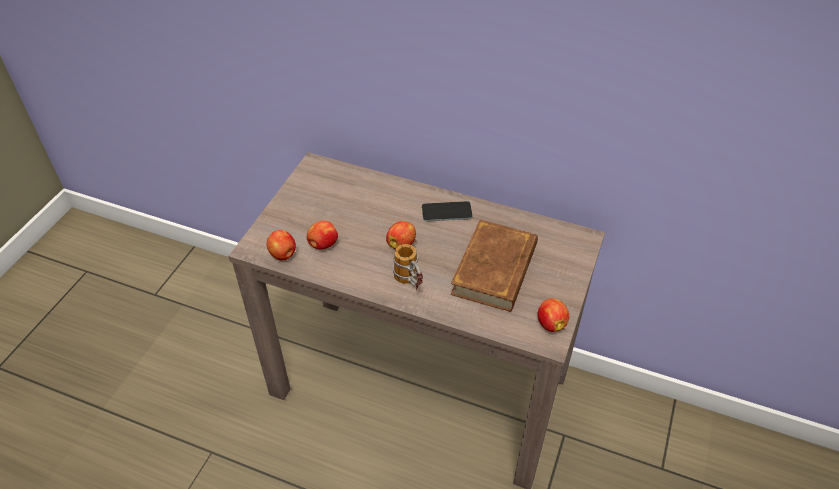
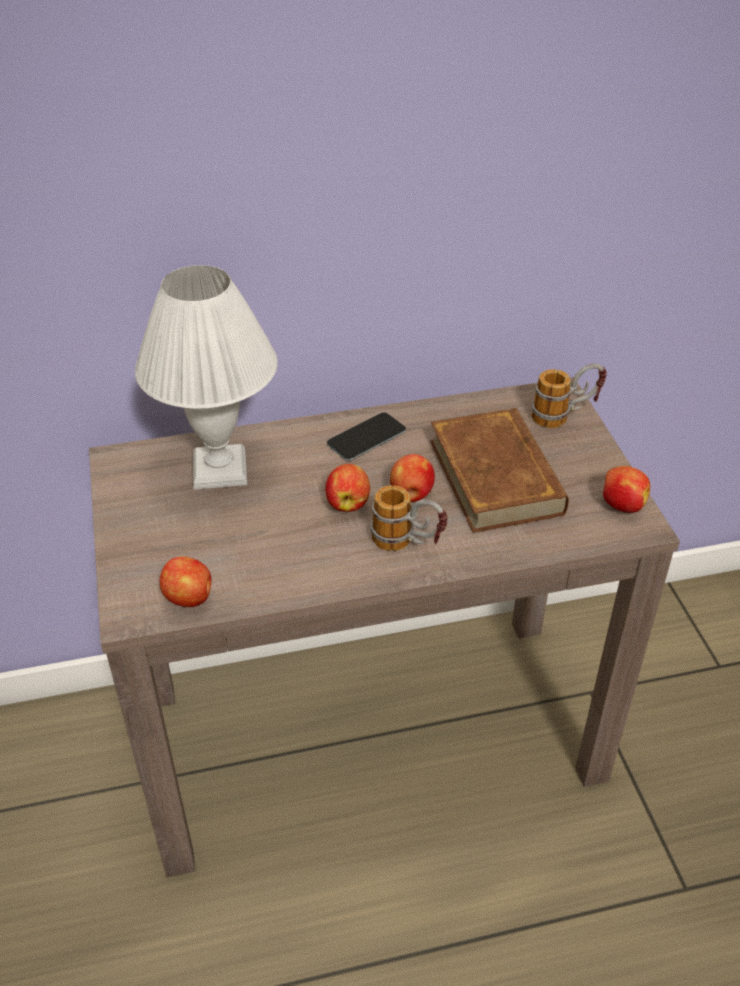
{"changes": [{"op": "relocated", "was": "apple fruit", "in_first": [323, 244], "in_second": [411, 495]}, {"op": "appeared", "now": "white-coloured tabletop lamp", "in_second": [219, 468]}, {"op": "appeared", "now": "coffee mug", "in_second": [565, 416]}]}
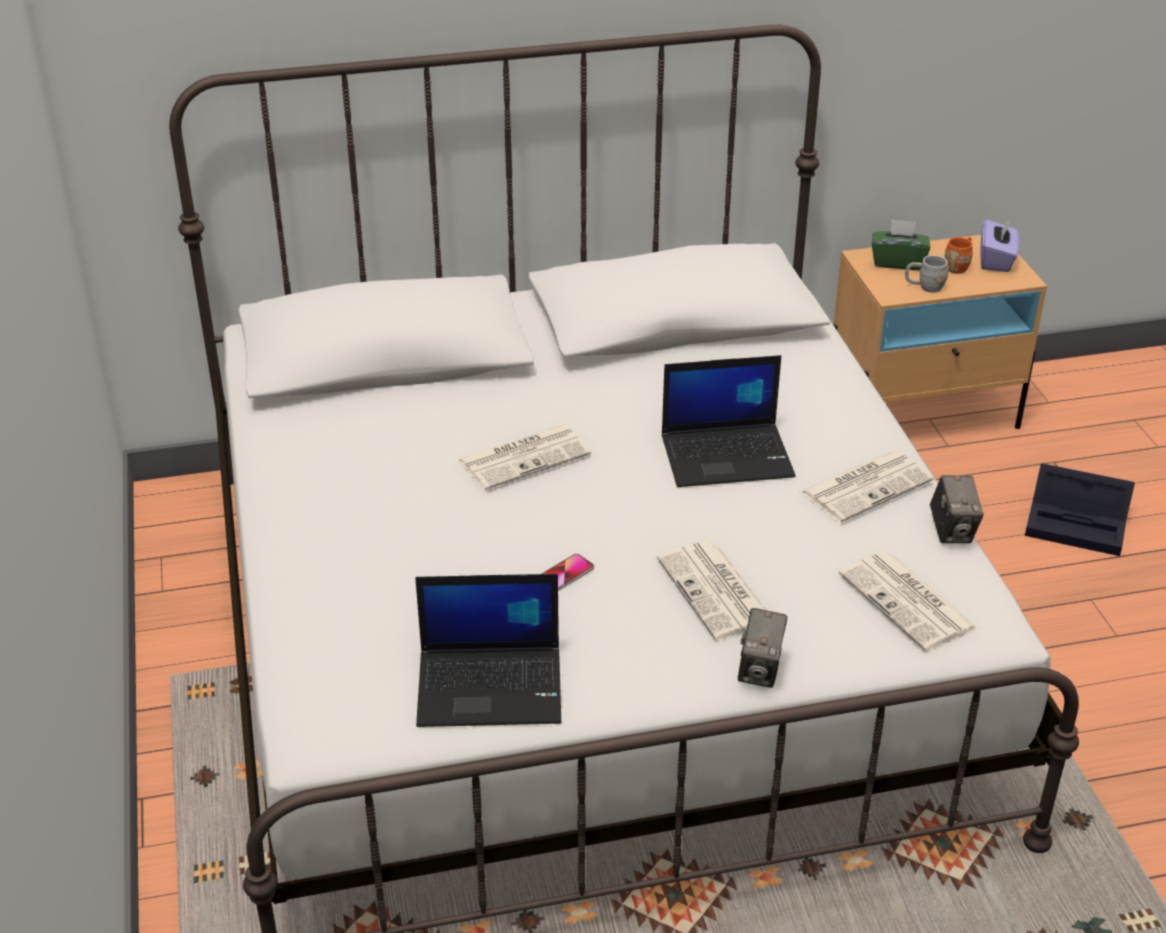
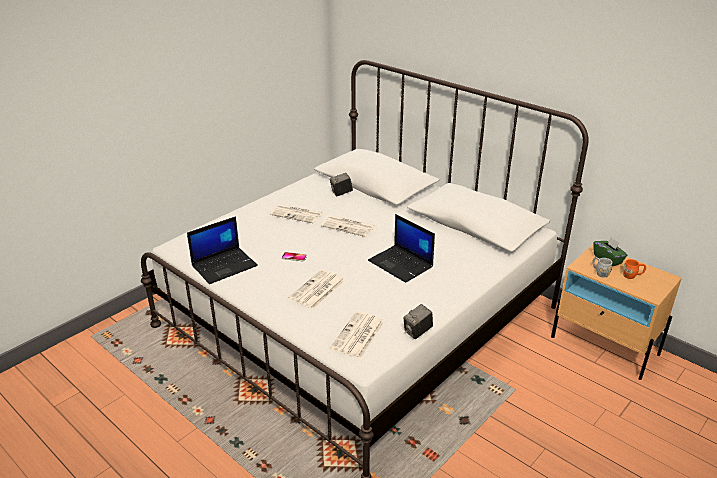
{"changes": [{"op": "missing", "was": "purple box of tissues", "in_first": [996, 260]}, {"op": "relocated", "was": "daily paper", "in_first": [866, 486], "in_second": [297, 214]}, {"op": "missing", "was": "blackish storage bin", "in_first": [1079, 524]}, {"op": "spun", "was": "portable computer", "in_first": [492, 686], "in_second": [225, 265], "clockwise": -90}, {"op": "relocated", "was": "photo camera", "in_first": [760, 670], "in_second": [341, 193]}]}
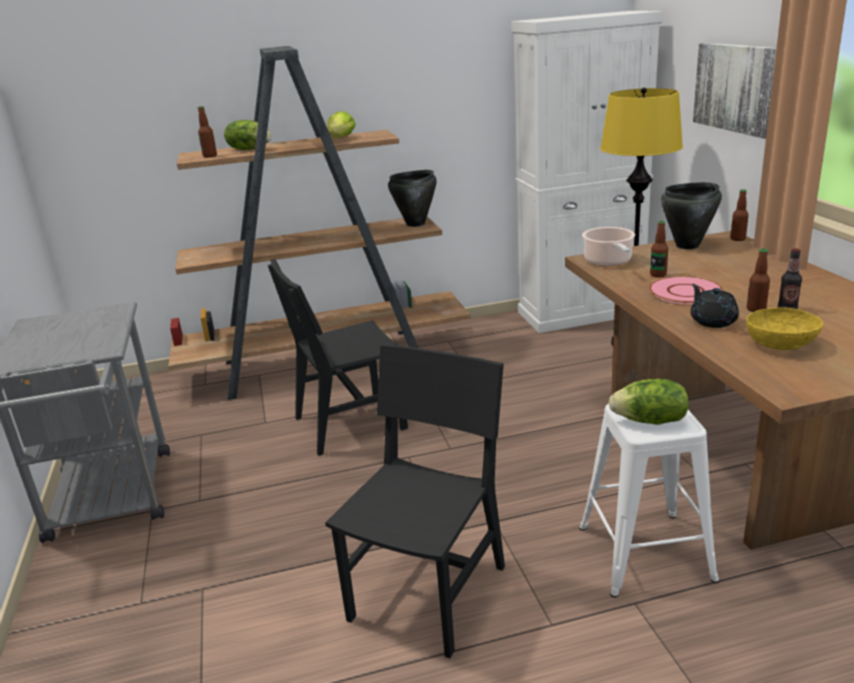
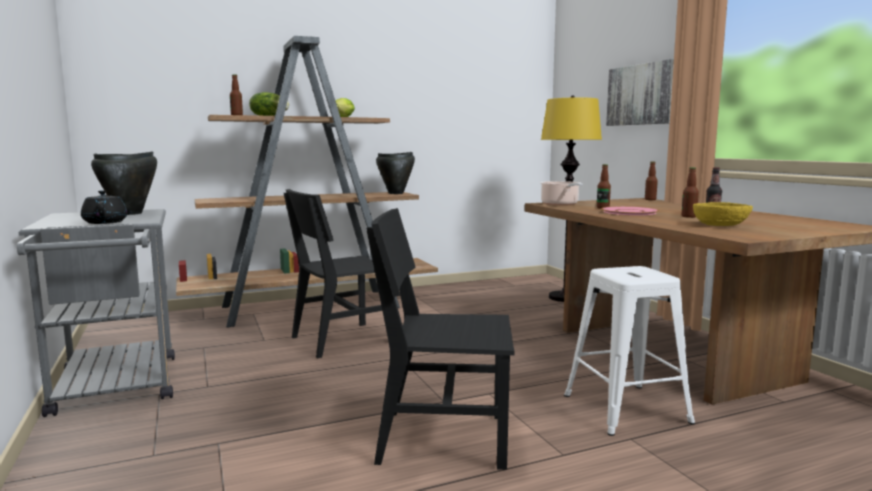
{"changes": [{"op": "missing", "was": "white-coloured cabinet", "in_first": [581, 313]}, {"op": "relocated", "was": "blackish stockpot", "in_first": [688, 246], "in_second": [130, 213]}, {"op": "relocated", "was": "blackish tea pot", "in_first": [712, 321], "in_second": [105, 222]}, {"op": "spun", "was": "blackish chair", "in_first": [428, 592], "in_second": [443, 438], "clockwise": -105}, {"op": "missing", "was": "lettuce head", "in_first": [650, 421]}]}
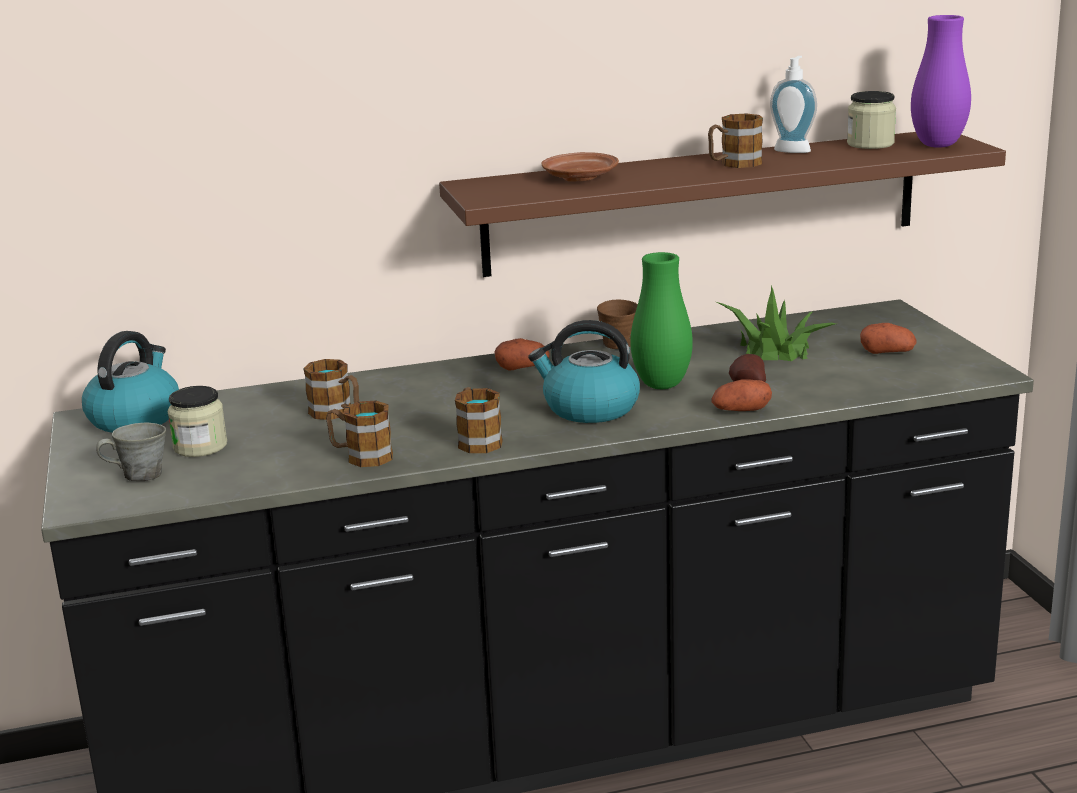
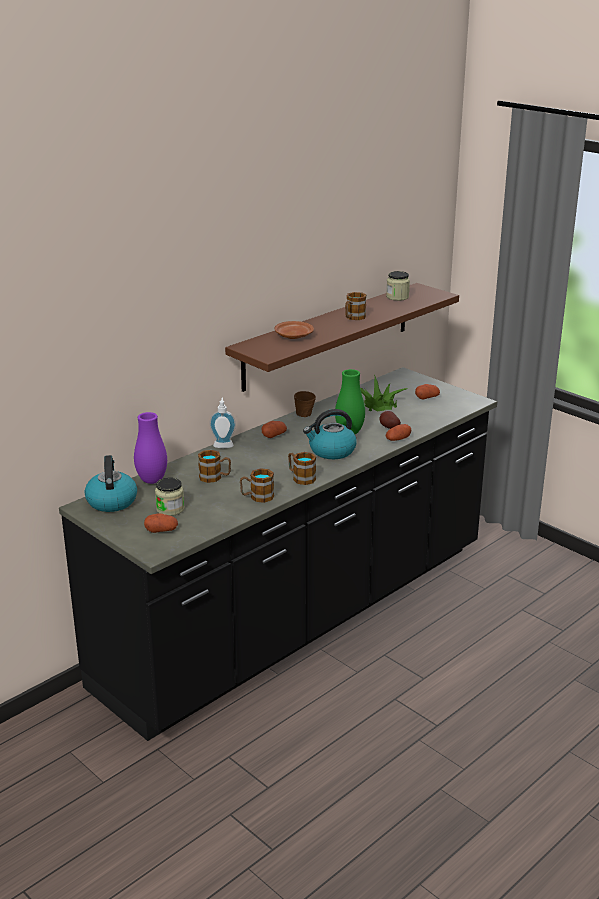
{"changes": [{"op": "relocated", "was": "purple flower vase", "in_first": [938, 145], "in_second": [152, 480]}, {"op": "relocated", "was": "soap dispenser", "in_first": [793, 150], "in_second": [223, 445]}, {"op": "exchanged", "was": "greyish coffee mug", "now": "potato", "in_first": [140, 475], "in_second": [161, 530]}]}
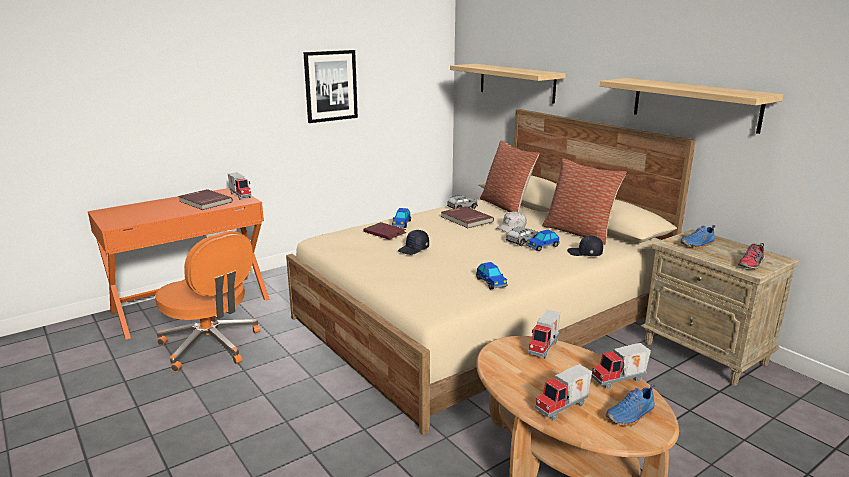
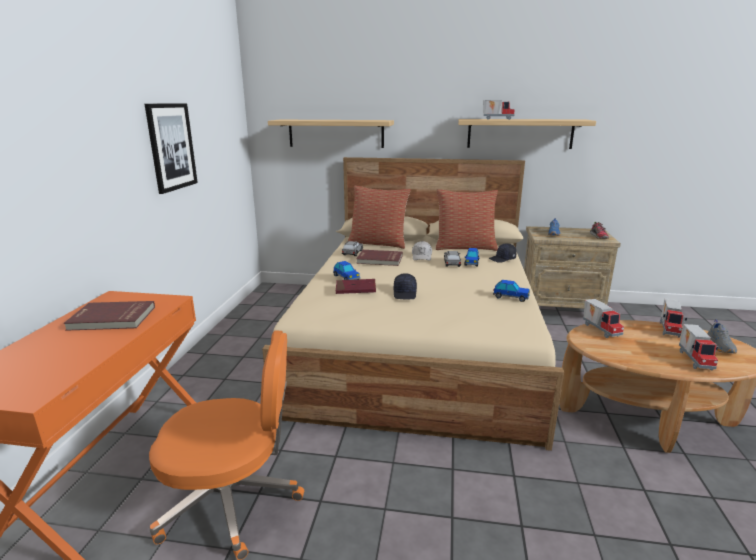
{"changes": [{"op": "relocated", "was": "toy truck", "in_first": [241, 195], "in_second": [497, 119]}, {"op": "colour", "was": "blue-coloured shoe", "now": "greyish shoe", "in_first": [631, 416], "in_second": [721, 346]}]}
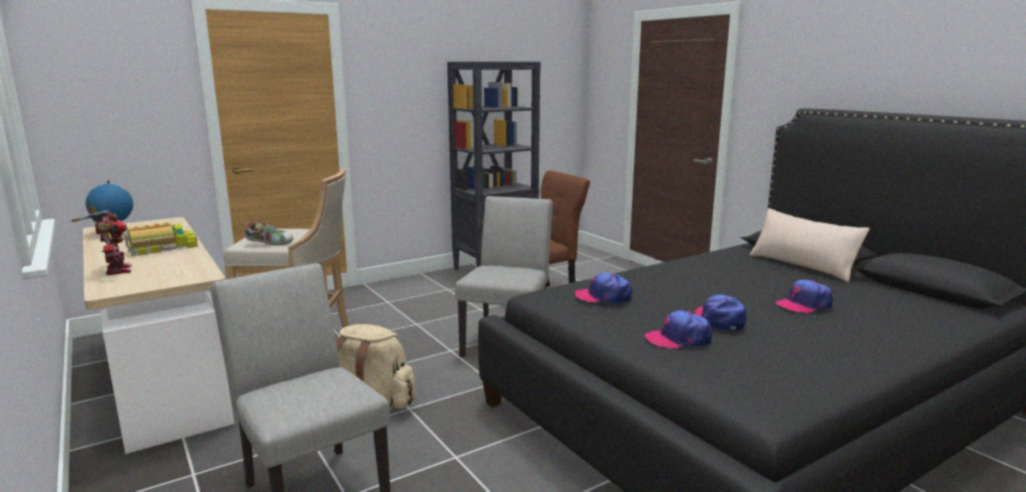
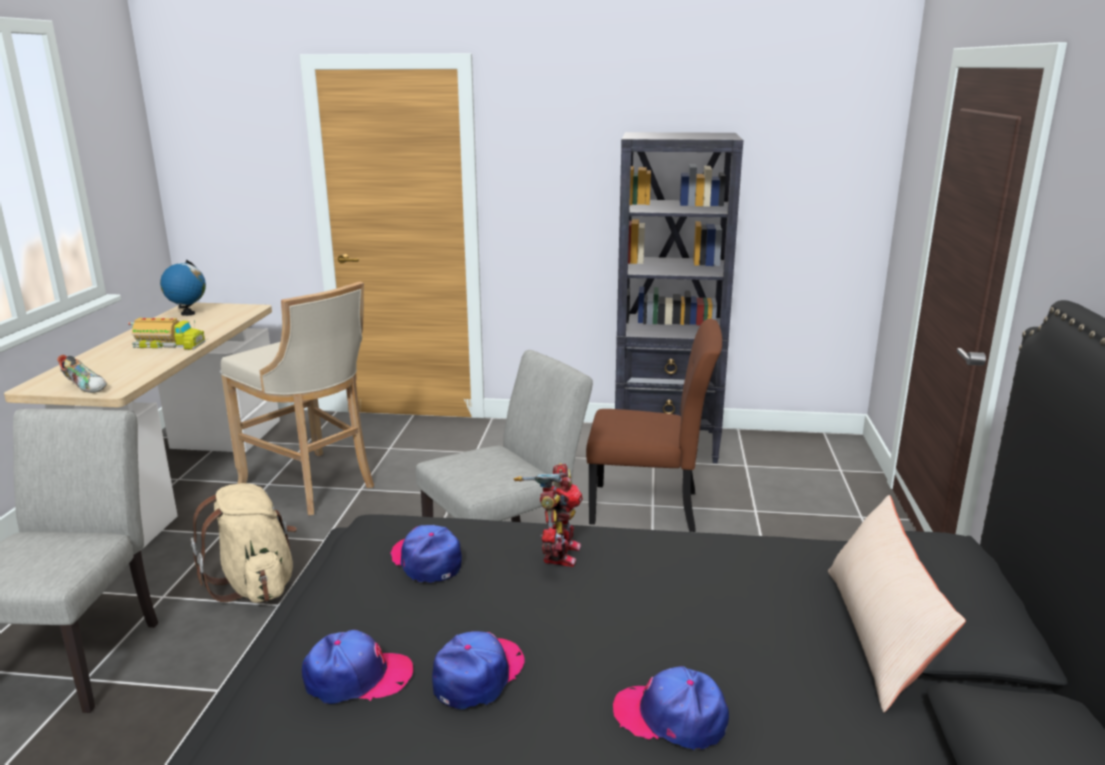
{"changes": [{"op": "relocated", "was": "toy robot", "in_first": [115, 270], "in_second": [558, 553]}, {"op": "relocated", "was": "shoe", "in_first": [270, 244], "in_second": [86, 387]}, {"op": "spun", "was": "peaked cap", "in_first": [678, 339], "in_second": [357, 678], "clockwise": 135}]}
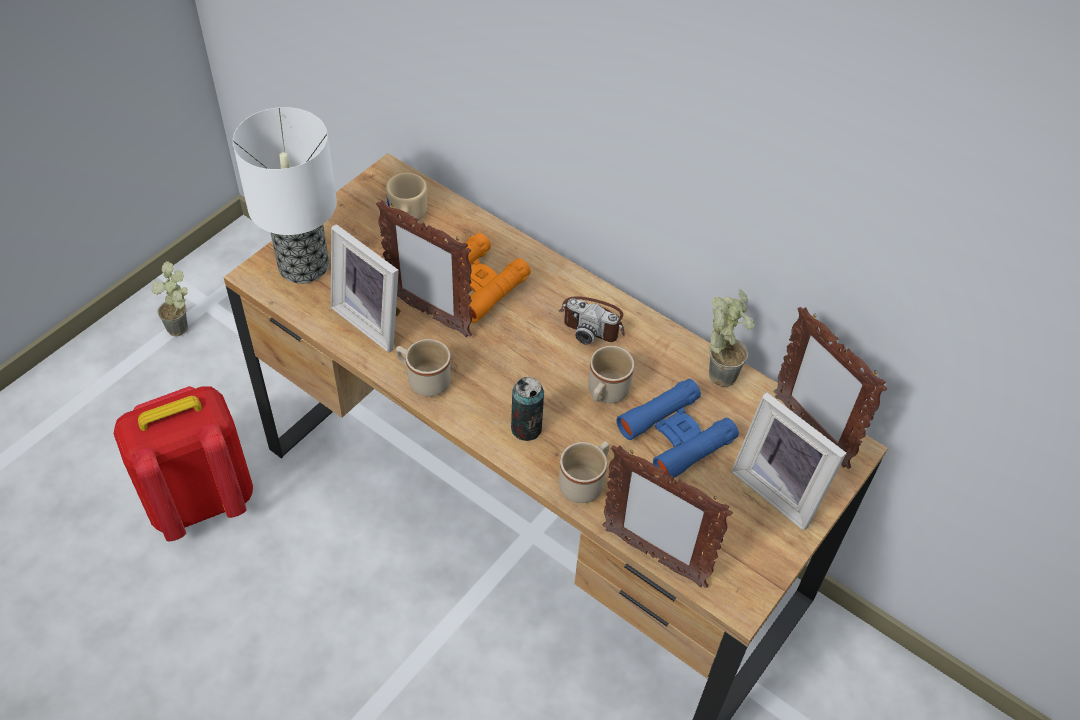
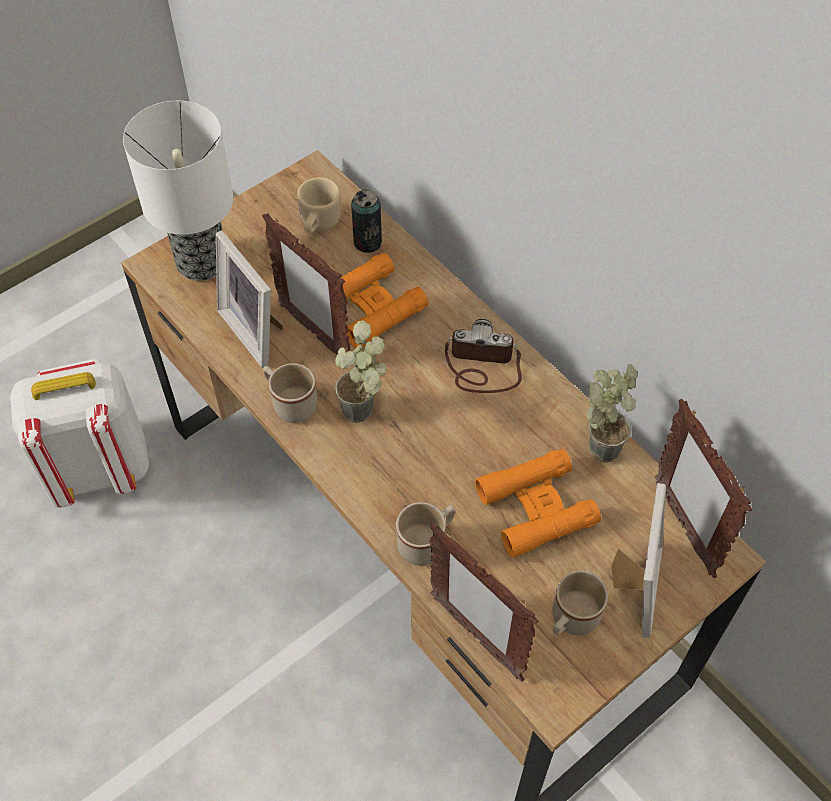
{"changes": [{"op": "relocated", "was": "plant in a pot", "in_first": [184, 330], "in_second": [366, 414]}, {"op": "spun", "was": "photo camera", "in_first": [593, 322], "in_second": [482, 367], "clockwise": 150}, {"op": "relocated", "was": "beige-coloured coffee mug", "in_first": [605, 394], "in_second": [571, 620]}, {"op": "relocated", "was": "can", "in_first": [526, 428], "in_second": [367, 242]}, {"op": "colour", "was": "blue-coloured pair of binoculars", "now": "orange-coloured pair of binoculars", "in_first": [676, 435], "in_second": [536, 507]}, {"op": "colour", "was": "reddish rucksack", "now": "white-coloured rucksack", "in_first": [199, 500], "in_second": [98, 469]}, {"op": "spun", "was": "picture frame", "in_first": [779, 489], "in_second": [632, 586], "clockwise": -135}]}
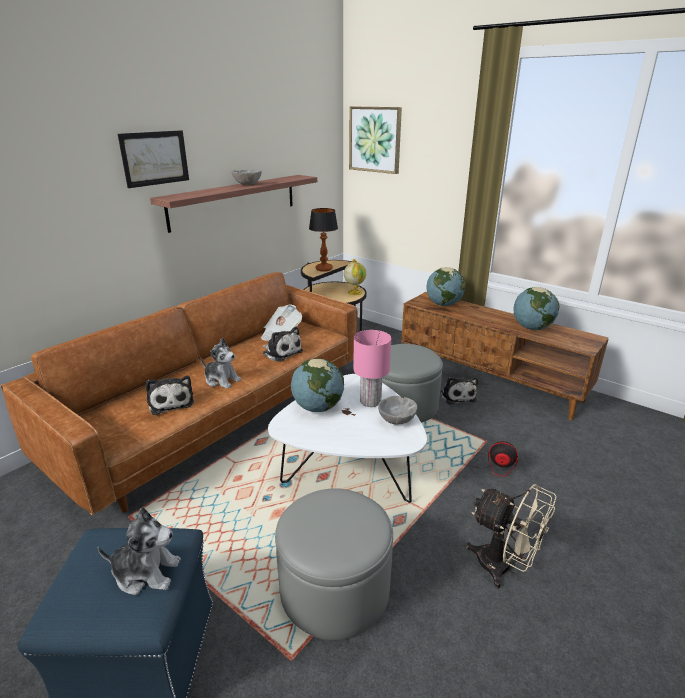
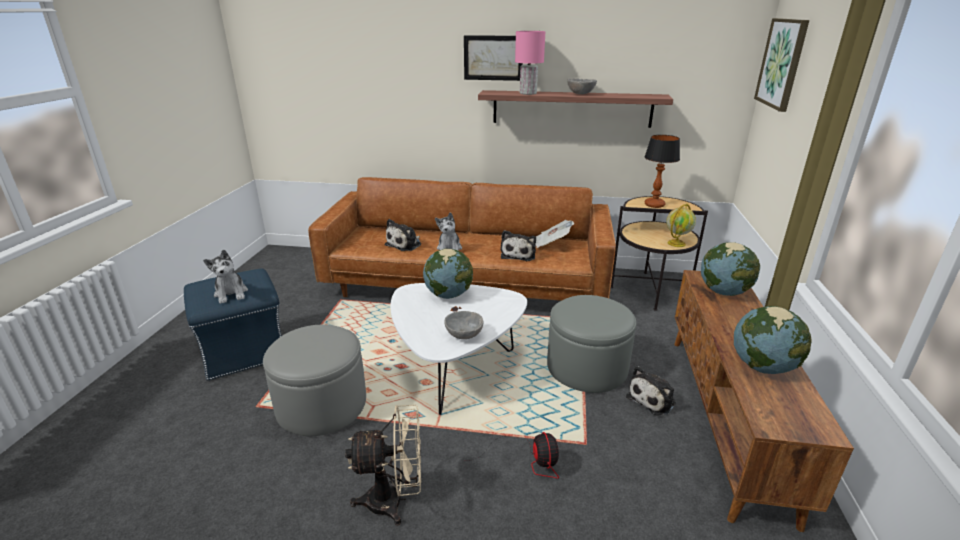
{"changes": [{"op": "relocated", "was": "pinkish tabletop lamp", "in_first": [370, 401], "in_second": [527, 93]}, {"op": "spun", "was": "beige-coloured fan", "in_first": [503, 567], "in_second": [394, 500], "clockwise": -105}]}
